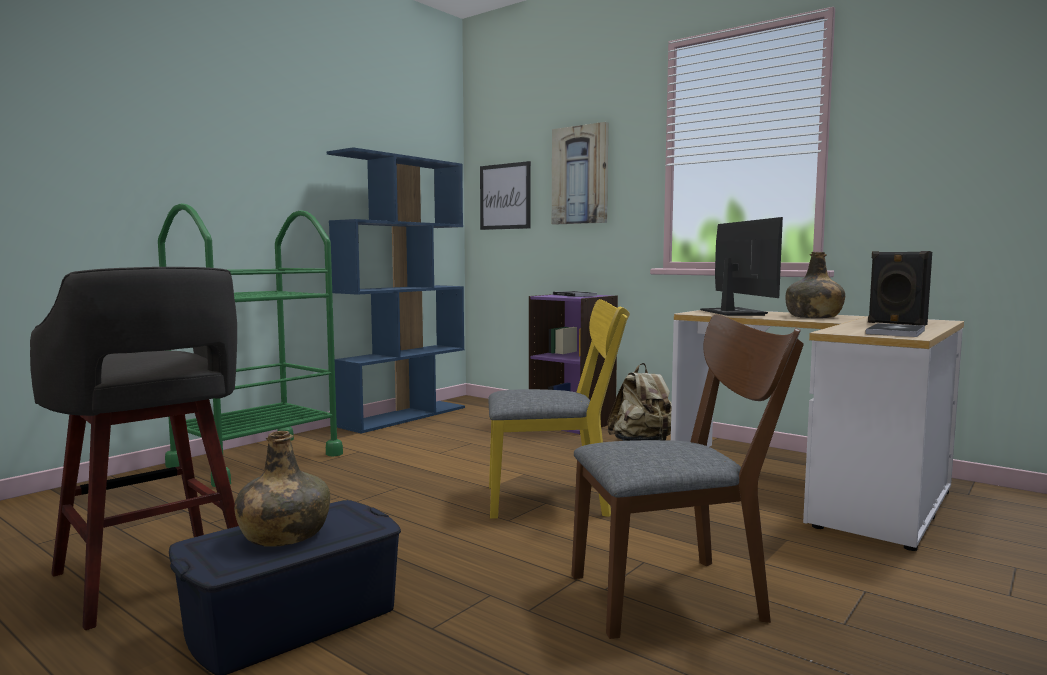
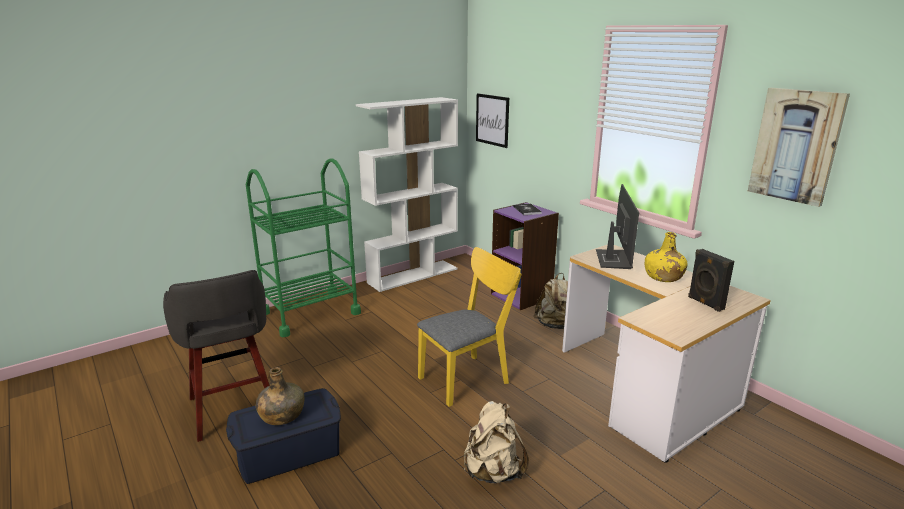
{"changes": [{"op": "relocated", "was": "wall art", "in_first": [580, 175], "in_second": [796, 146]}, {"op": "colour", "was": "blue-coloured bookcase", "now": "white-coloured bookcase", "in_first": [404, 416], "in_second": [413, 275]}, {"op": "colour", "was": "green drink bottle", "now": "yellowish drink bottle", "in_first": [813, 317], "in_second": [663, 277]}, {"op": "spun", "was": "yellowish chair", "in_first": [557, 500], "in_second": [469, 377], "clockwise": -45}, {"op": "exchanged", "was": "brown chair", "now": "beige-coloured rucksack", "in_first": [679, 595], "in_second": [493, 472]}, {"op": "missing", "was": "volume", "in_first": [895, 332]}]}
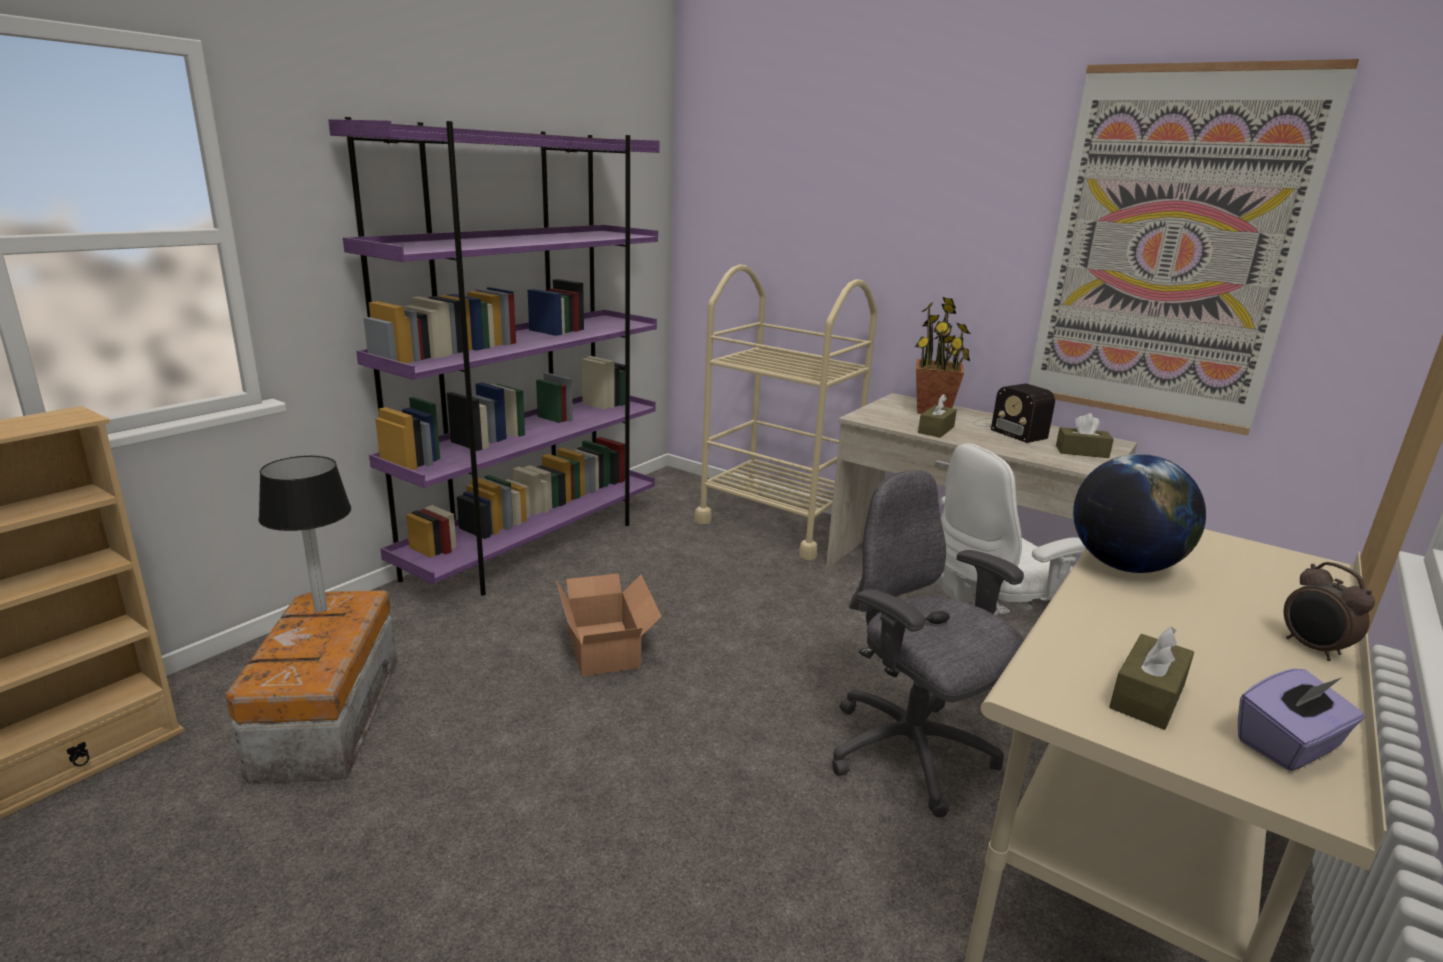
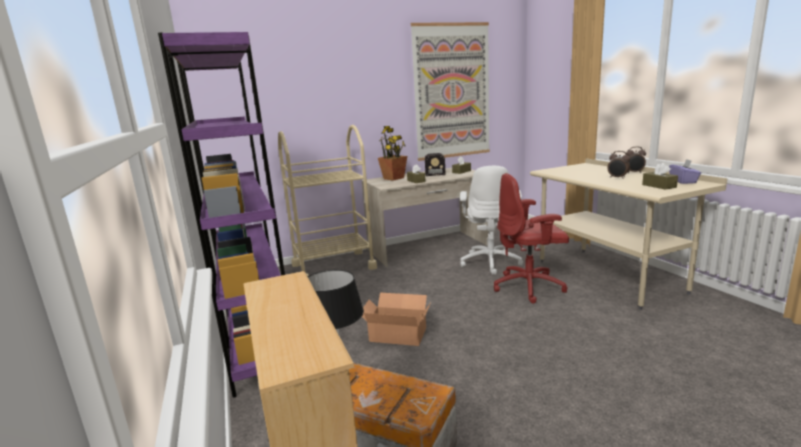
{"changes": [{"op": "missing", "was": "world globe", "in_first": [1124, 566]}, {"op": "colour", "was": "greyish office chair", "now": "reddish office chair", "in_first": [911, 754], "in_second": [530, 287]}, {"op": "appeared", "now": "alarm clock", "in_second": [617, 178]}]}
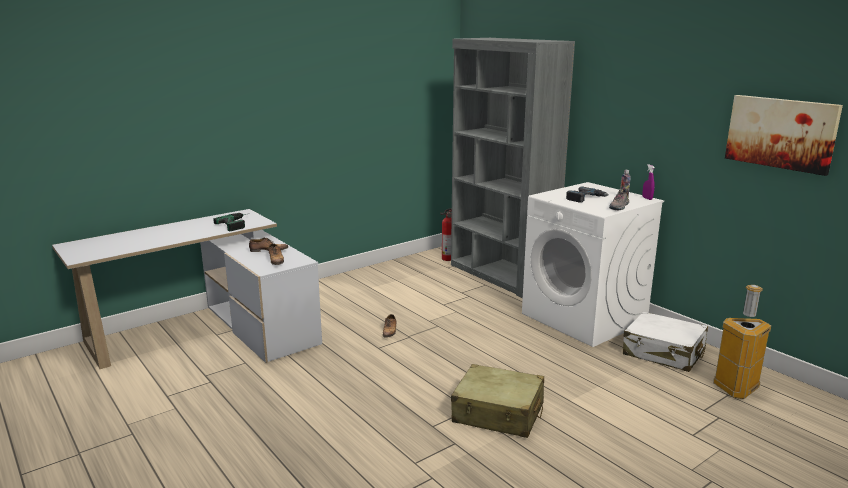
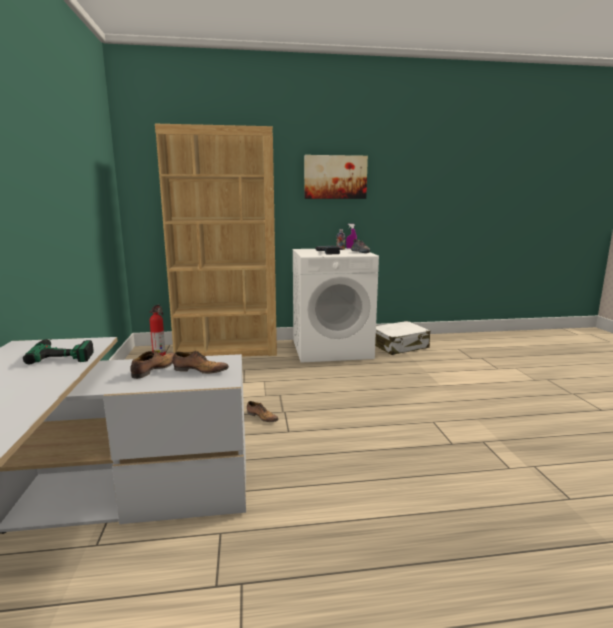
{"changes": [{"op": "colour", "was": "greyish bookcase", "now": "brown bookcase", "in_first": [501, 275], "in_second": [227, 350]}, {"op": "relocated", "was": "wall art", "in_first": [781, 133], "in_second": [335, 177]}, {"op": "missing", "was": "rubbish bin", "in_first": [737, 389]}, {"op": "missing", "was": "beige-coloured piece of luggage", "in_first": [498, 413]}]}
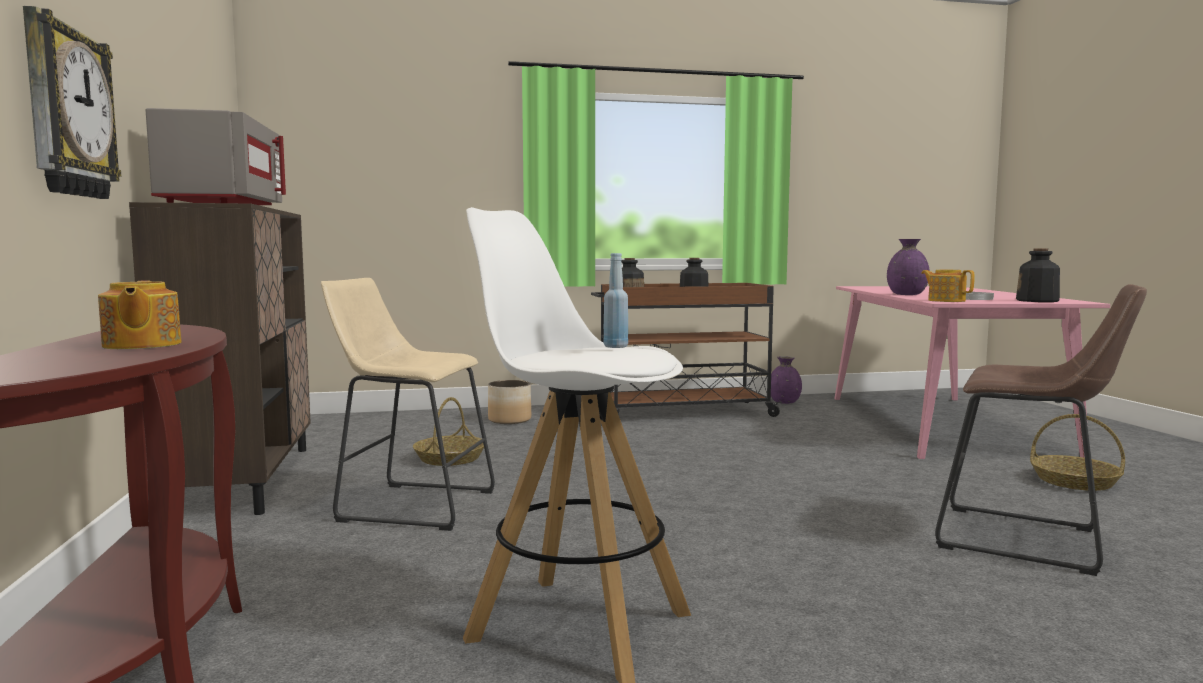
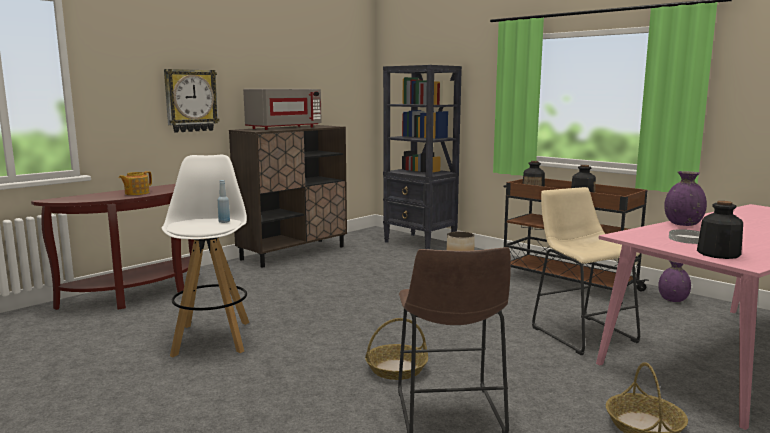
{"changes": [{"op": "missing", "was": "tea pot", "in_first": [946, 300]}, {"op": "relocated", "was": "beige-coloured stool seat", "in_first": [409, 505], "in_second": [580, 332]}, {"op": "relocated", "was": "household basket", "in_first": [450, 458], "in_second": [397, 369]}, {"op": "appeared", "now": "blackish bookcase", "in_second": [420, 243]}]}
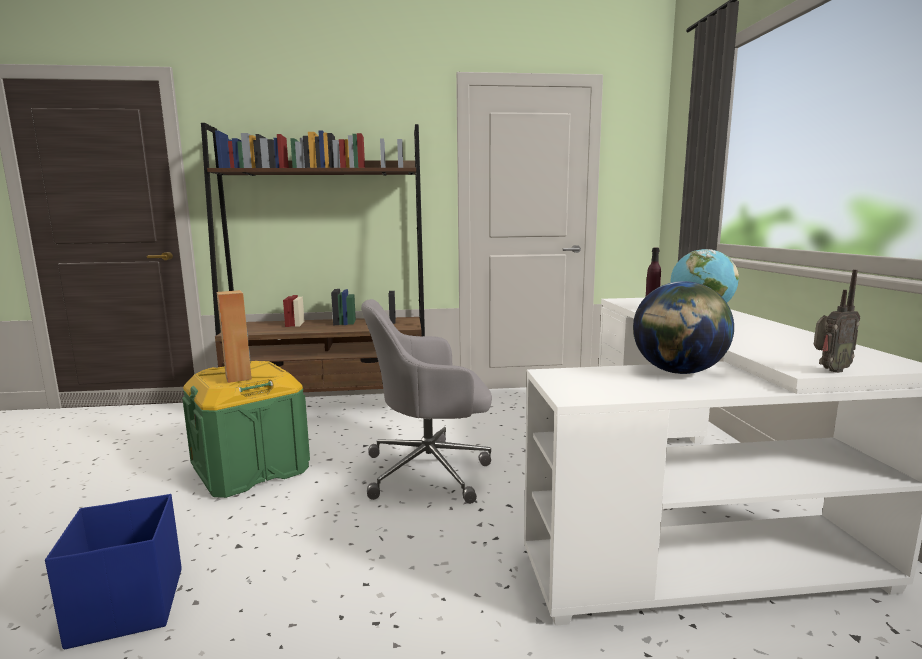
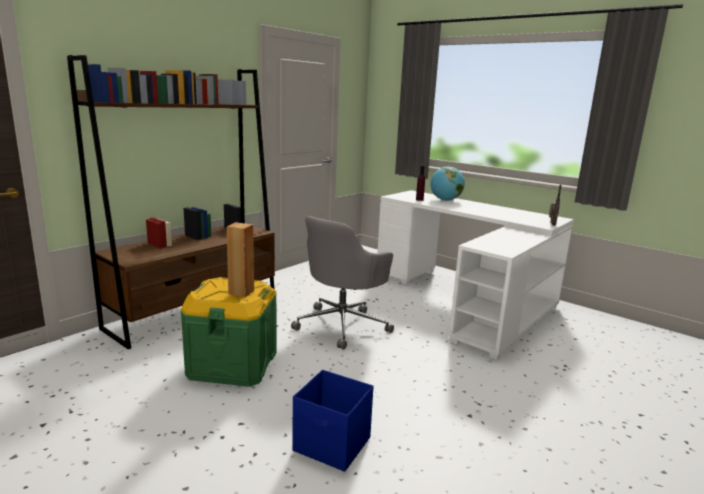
{"changes": [{"op": "missing", "was": "world globe", "in_first": [678, 372]}]}
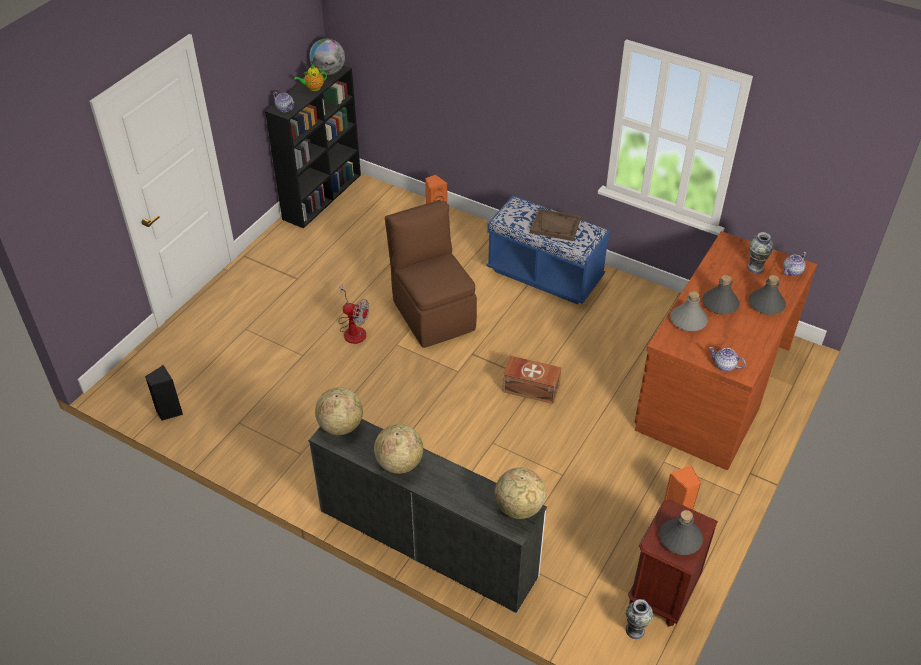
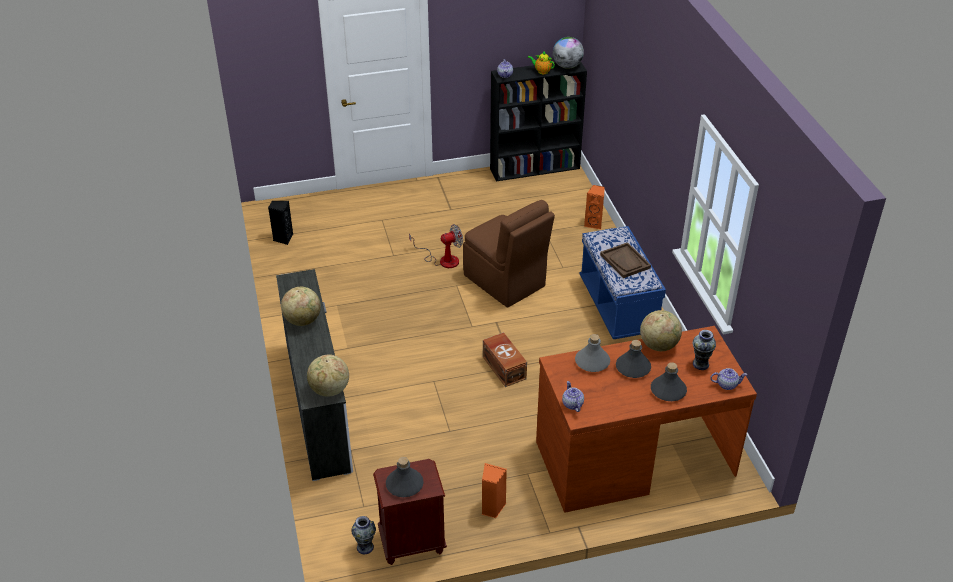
{"changes": [{"op": "spun", "was": "brown chair", "in_first": [433, 313], "in_second": [505, 282], "clockwise": 120}, {"op": "spun", "was": "fan", "in_first": [353, 329], "in_second": [443, 260], "clockwise": -90}, {"op": "relocated", "was": "world globe", "in_first": [340, 426], "in_second": [658, 345]}]}
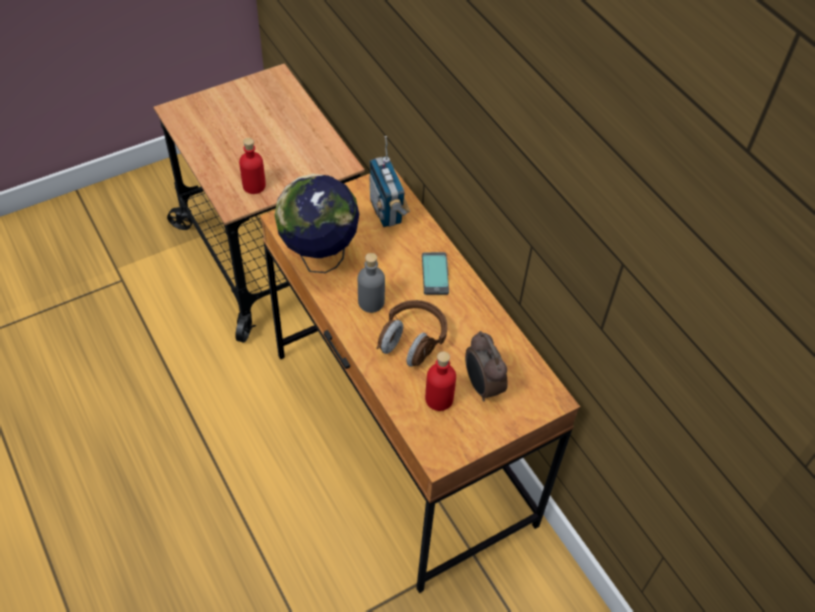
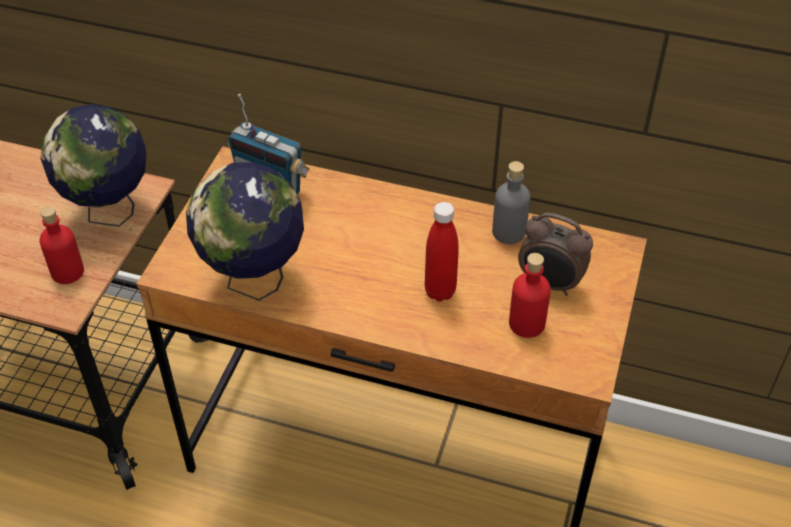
{"changes": [{"op": "missing", "was": "handset", "in_first": [435, 274]}, {"op": "relocated", "was": "greyish drink bottle", "in_first": [371, 302], "in_second": [508, 232]}, {"op": "exchanged", "was": "brown pair of headphones", "now": "reddish drink bottle", "in_first": [412, 341], "in_second": [440, 291]}, {"op": "appeared", "now": "world globe", "in_second": [110, 212]}]}
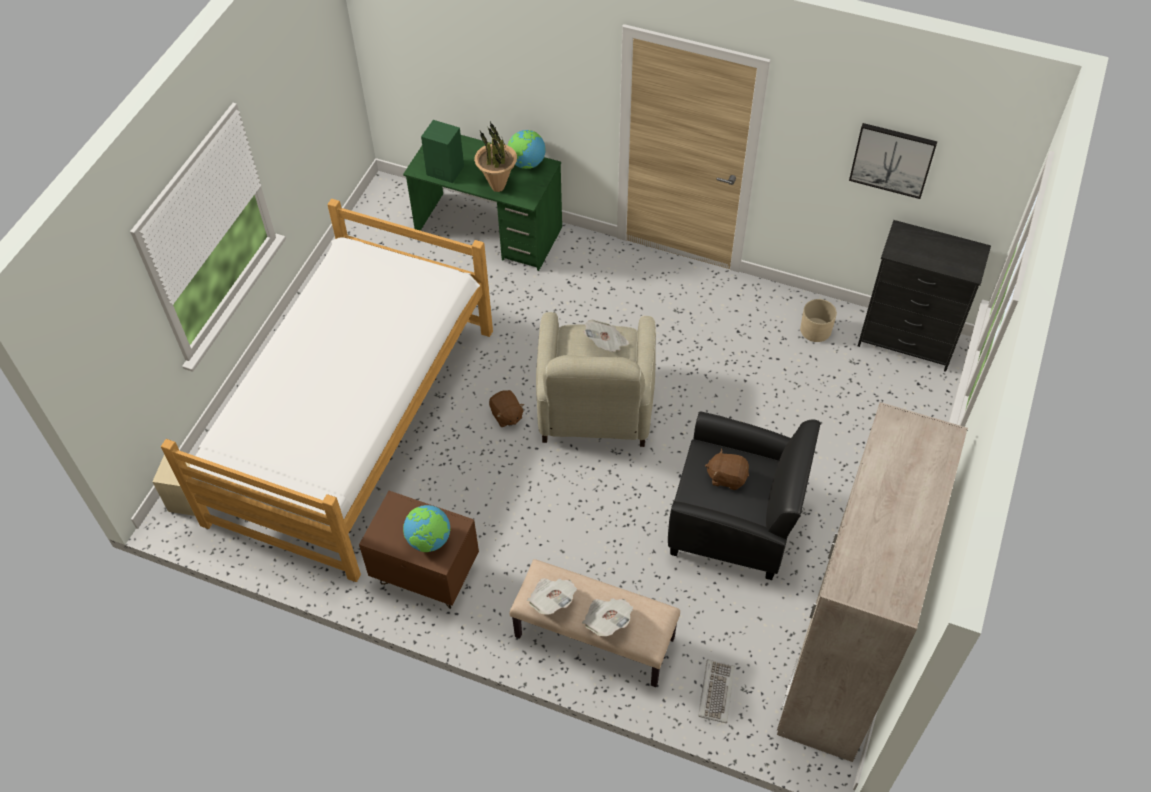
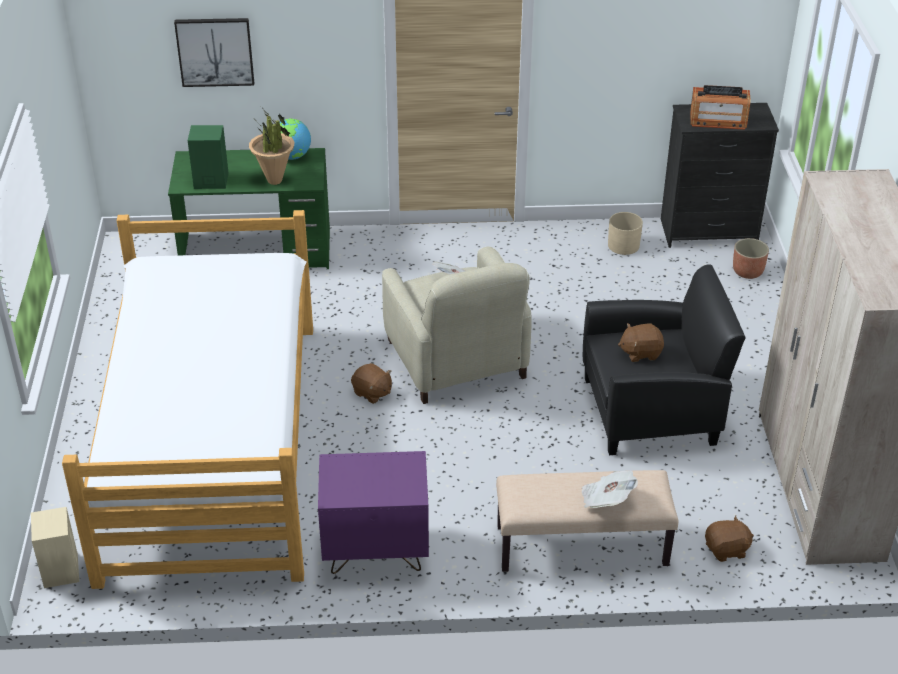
{"changes": [{"op": "relocated", "was": "wall art", "in_first": [892, 159], "in_second": [215, 51]}, {"op": "colour", "was": "brown nightstand", "now": "purple nightstand", "in_first": [426, 575], "in_second": [375, 551]}, {"op": "missing", "was": "world globe", "in_first": [429, 540]}, {"op": "missing", "was": "daily paper", "in_first": [551, 600]}, {"op": "exchanged", "was": "keyboard", "now": "brown plush toy", "in_first": [715, 691], "in_second": [726, 550]}, {"op": "appeared", "now": "radio receiver", "in_second": [718, 121]}, {"op": "appeared", "now": "flower pot", "in_second": [747, 272]}]}
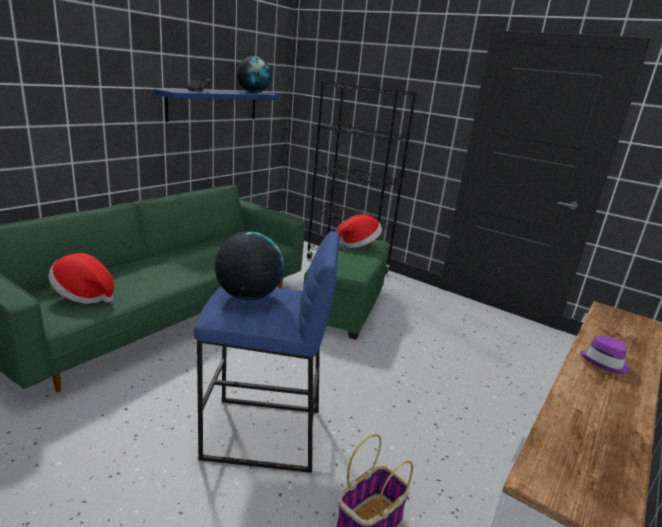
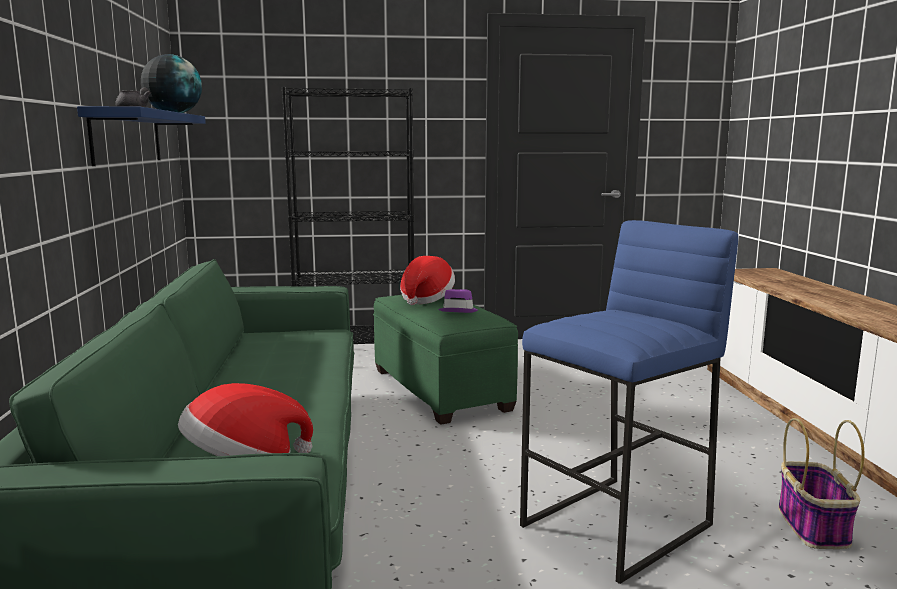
{"changes": [{"op": "missing", "was": "world globe", "in_first": [248, 296]}, {"op": "relocated", "was": "purple clothing hat", "in_first": [604, 362], "in_second": [458, 311]}]}
